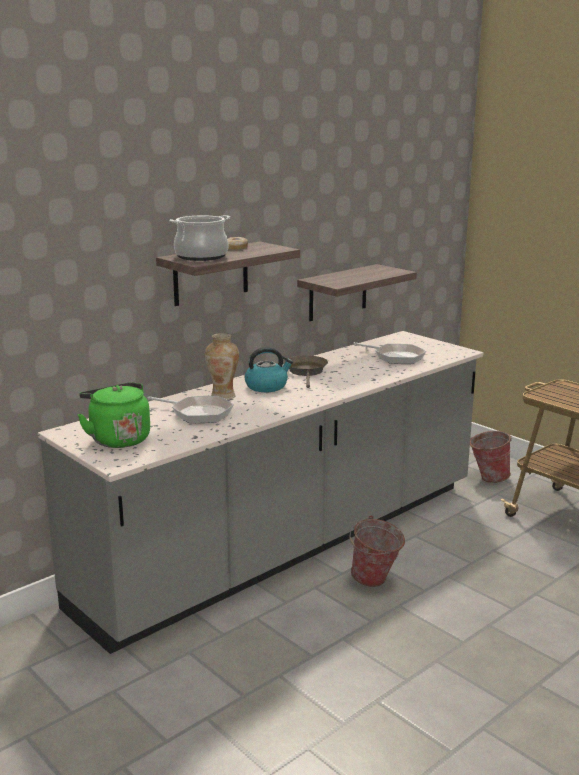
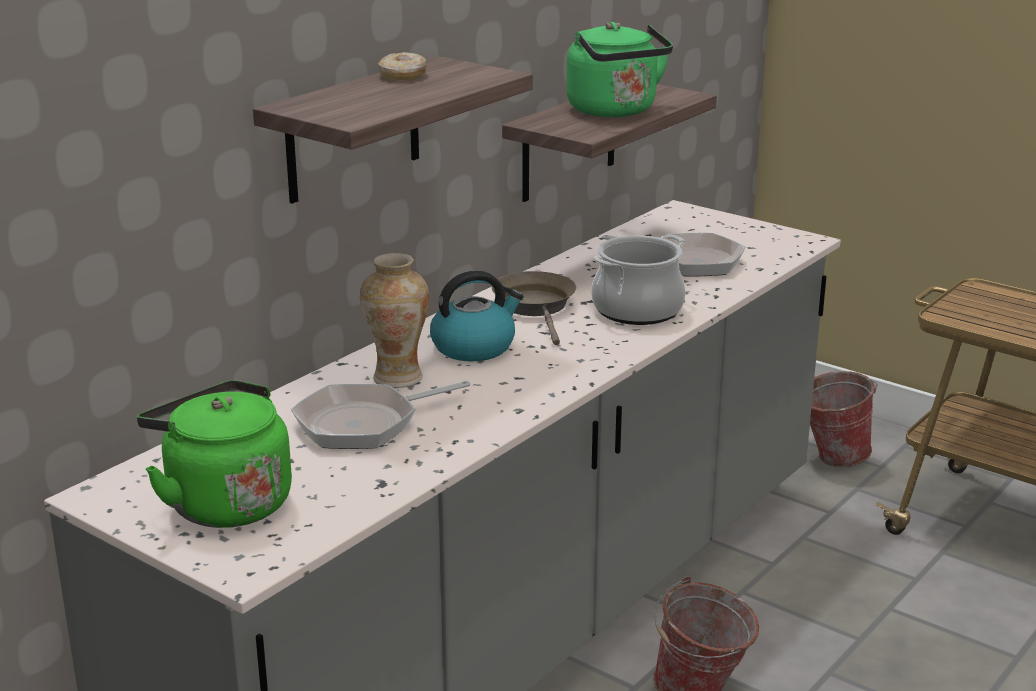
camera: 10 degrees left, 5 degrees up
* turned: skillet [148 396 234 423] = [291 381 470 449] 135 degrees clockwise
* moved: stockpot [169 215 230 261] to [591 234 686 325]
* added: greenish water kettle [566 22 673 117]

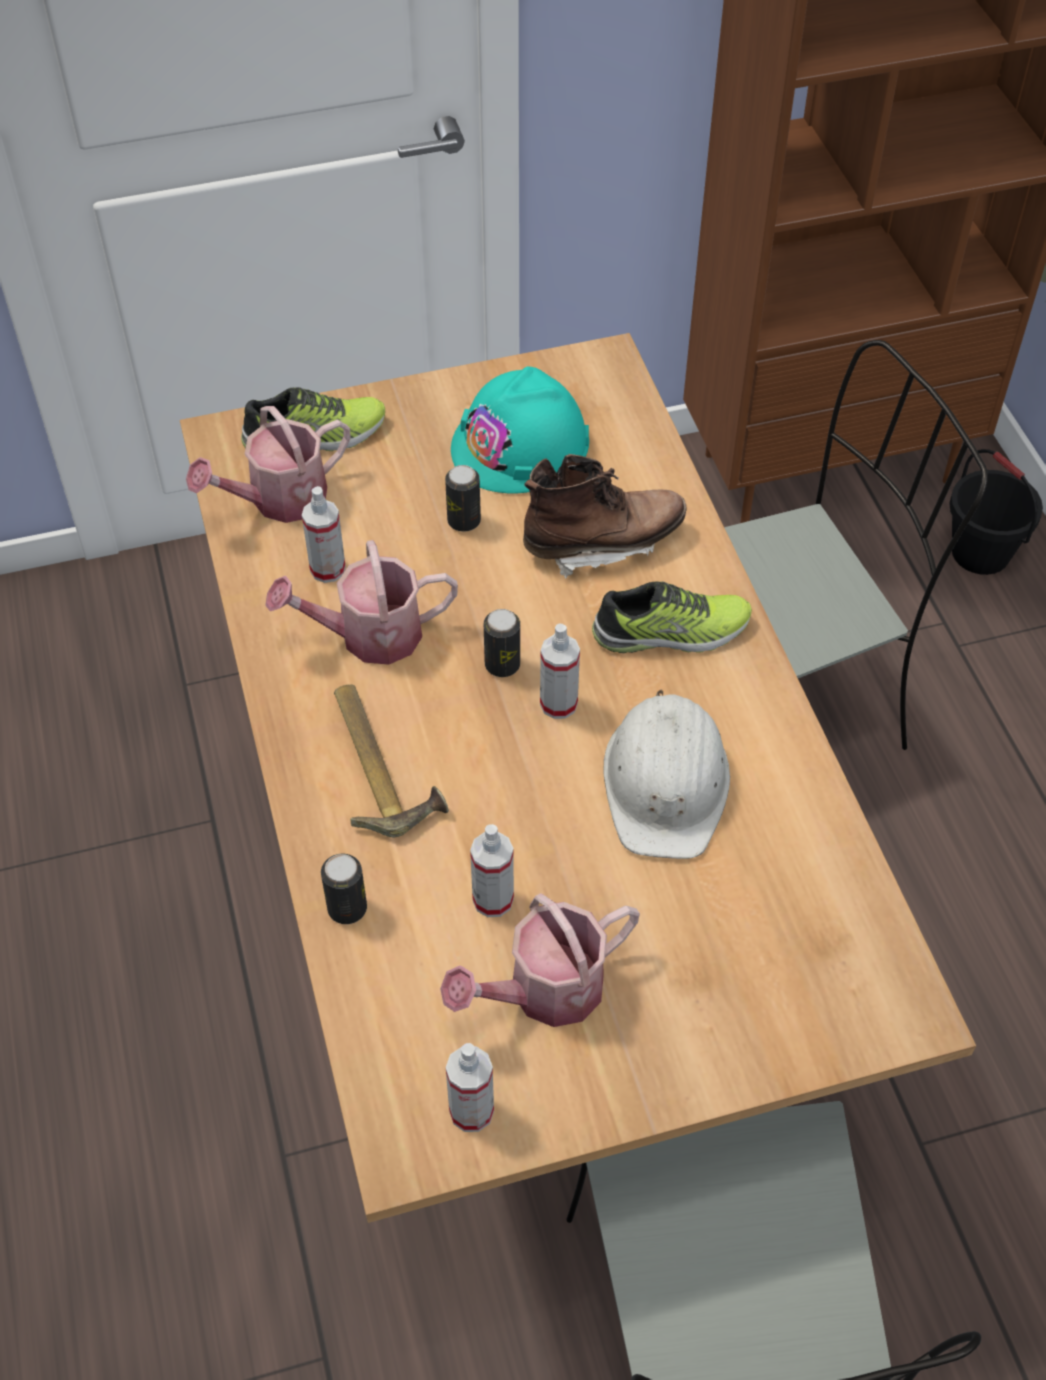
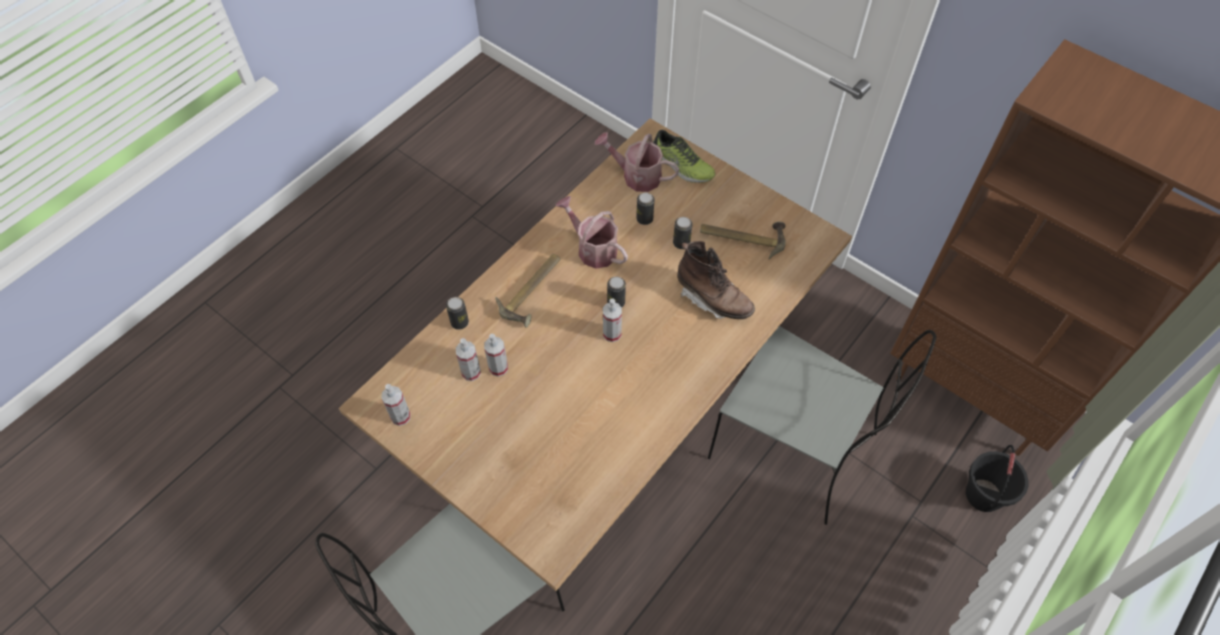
camera: 55 degrees right, 5 degrees up
* moved: sprayer [302 486 346 583] to [455 338 481 381]
* removed: sprinkling can [440 893 640 1027]
* replaced: turquoise-coloured safety helmet [451 366 589 494] to tool hammer [700 222 786 259]
* removed: low shoe [592 582 752 653]
* removed: whitish safety helmet [603 689 730 859]
* added: can [636 192 654 225]

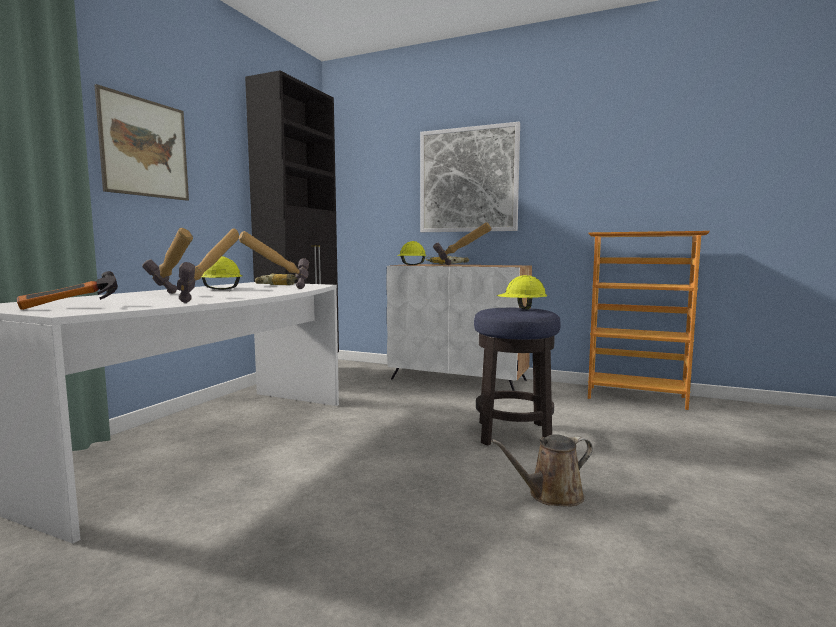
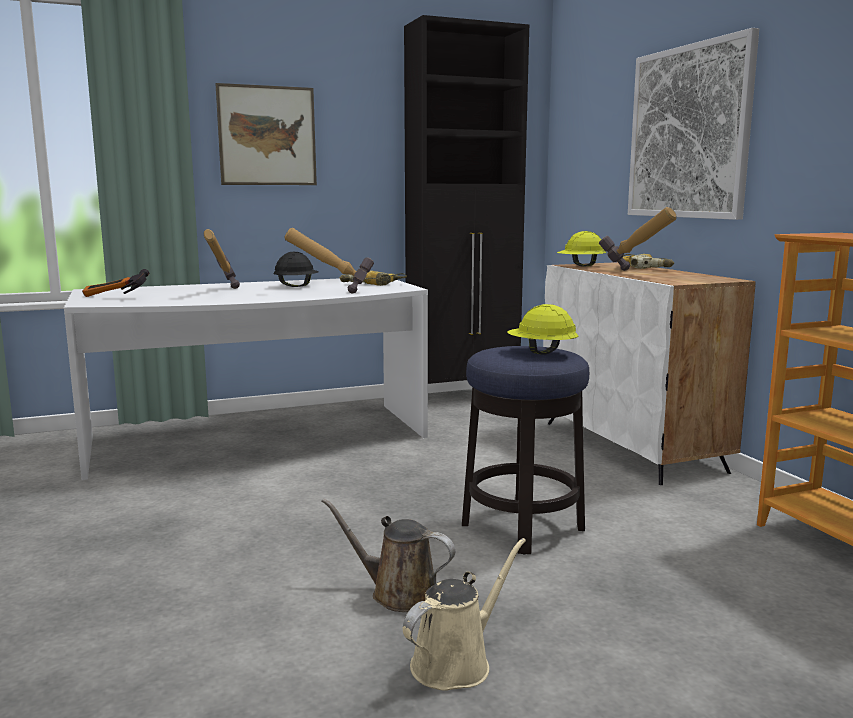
camera: 45 degrees right, 5 degrees up
* removed: tool hammer [177 229 239 303]
* recoloured: yellow-coloured safety helmet [202 256 242 290] to black safety helmet [273 251 319 287]
* added: sand-coloured sprinkling can [403 538 526 691]

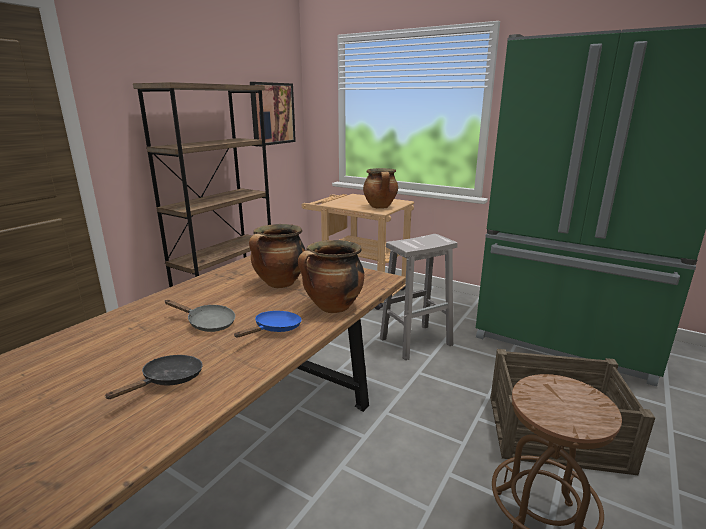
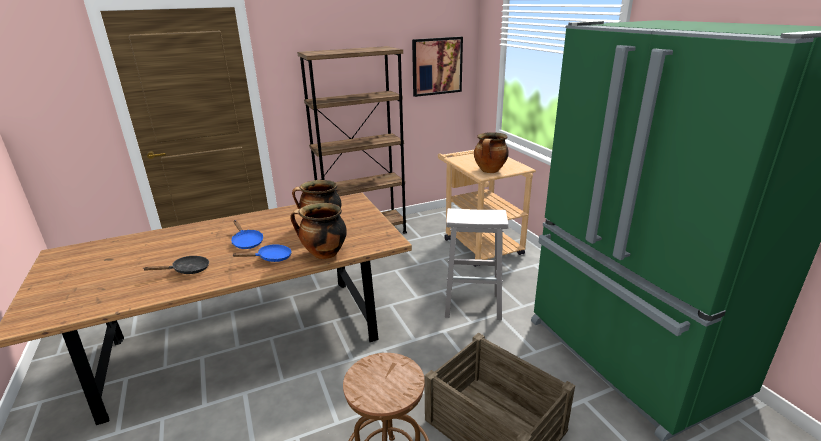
camera: 35 degrees right, 5 degrees up
* recoloured: greyish skillet [165 300 235 332] to bluish skillet [231 220 263 249]

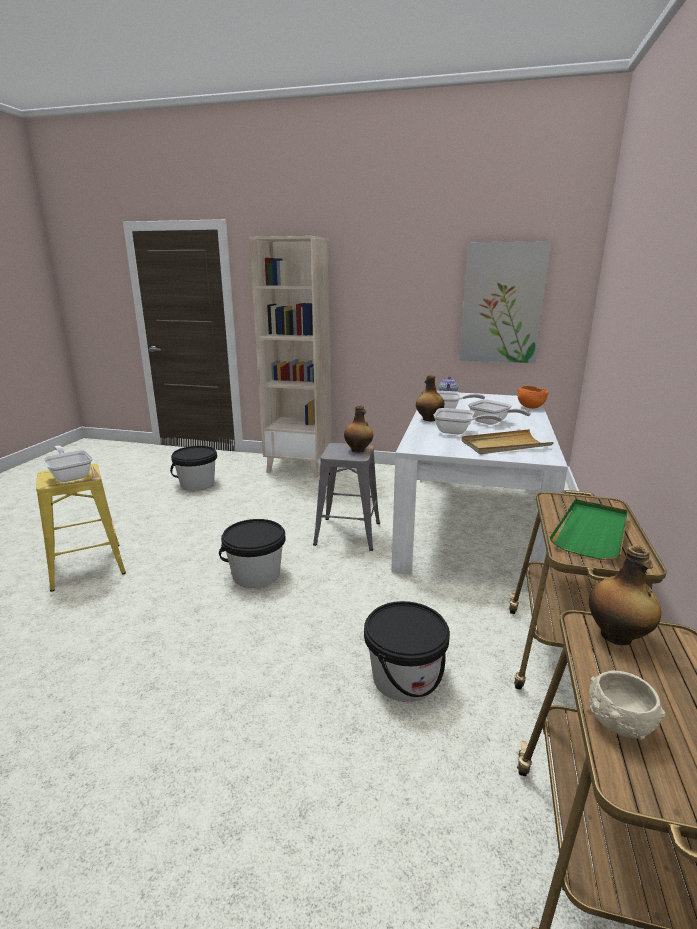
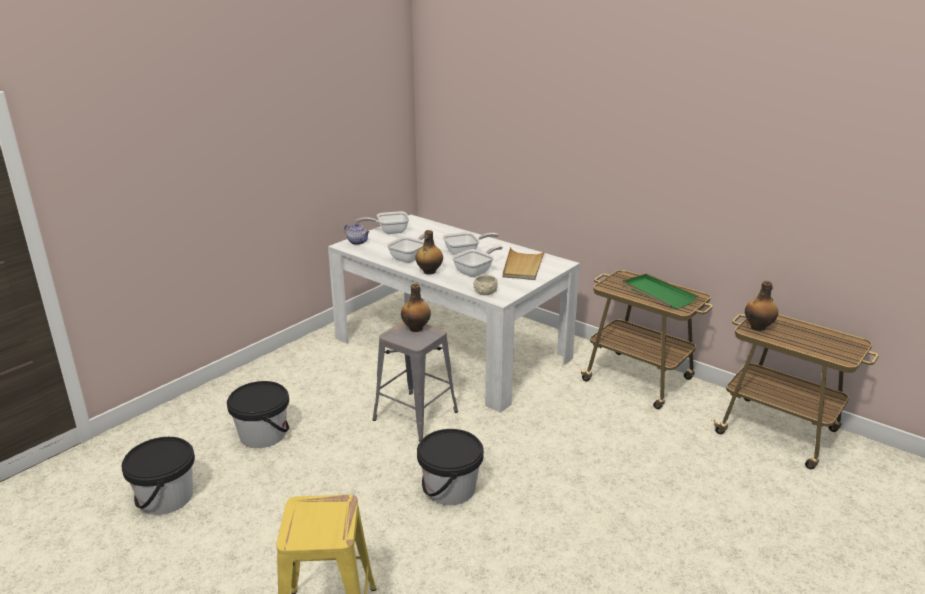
camera: 65 degrees left, 5 degrees up
* moved: skillet [42 445 93 482] to [356 211 409 234]
* removed: sand-coloured bookshelf [249 236 332 478]
* moved: black bucket [364 601 450 702] to [227 381 289 448]
* removed: wall art [459 241 551 363]
* removed: orangey serving bowl [518 386 549 409]
* moved: sand-coloured serving bowl [589 671 665 740] to [473 275 498 295]

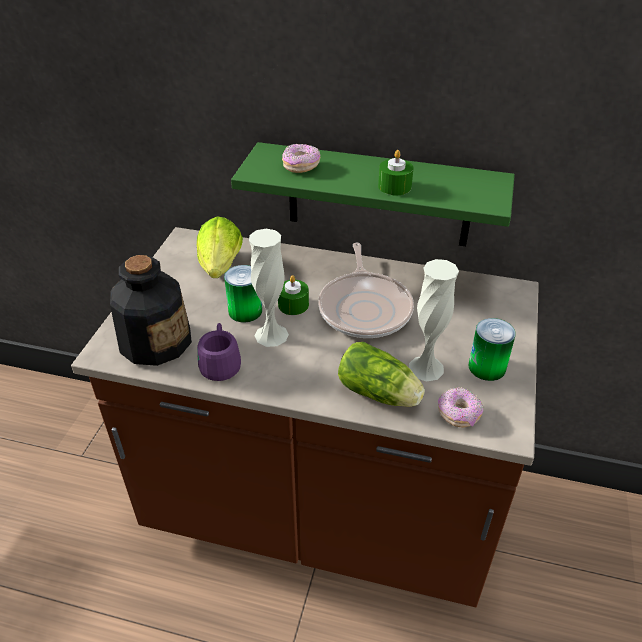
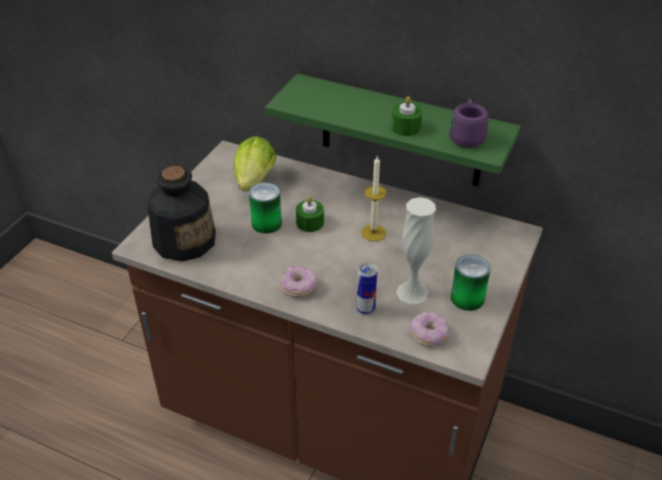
camera: 10 degrees right, 0 degrees up
* moved: purple-coloured coffee mug [197 323 241 381] to [449 99 488 148]
* removed: whitish vase [249 229 289 347]
* moved: ring doughnut [282 144 320 173] to [281 265 317 297]
* replaced: skillet [318 242 414 338] to wax light [361 155 387 241]
* replaced: lettuce [338 342 425 407] to can [356 263 377 315]

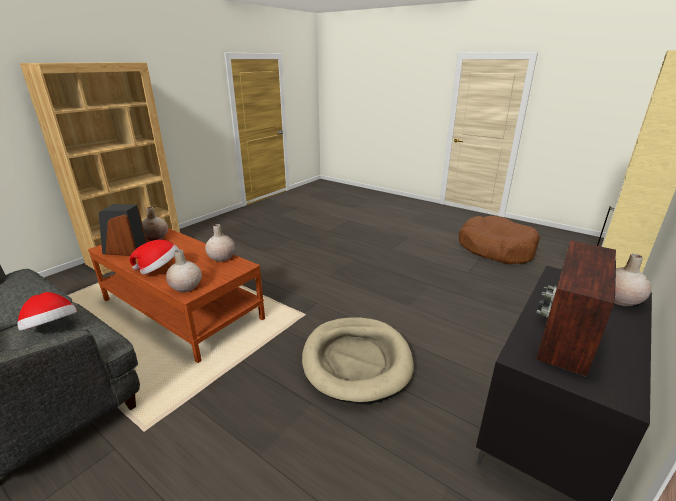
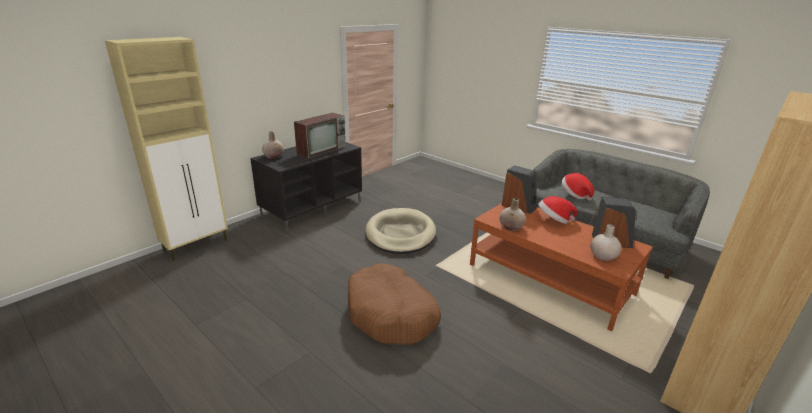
camera: 175 degrees left, 0 degrees up
* replaced: sand-coloured vase [166 249 202 292] to audio speaker [502 165 537 214]
* moved: brownish dog bed [459 216 540 264] to [348 263 441 345]

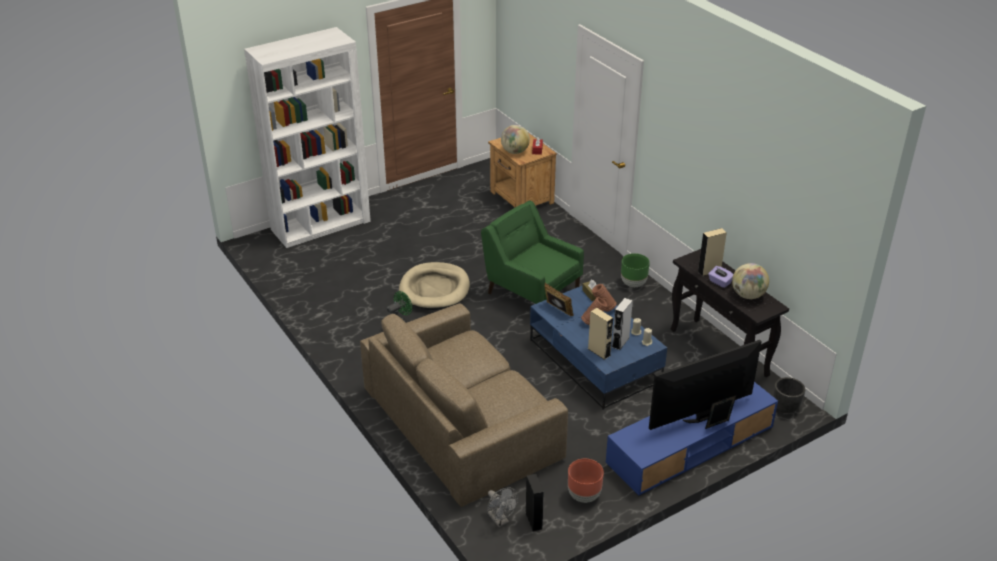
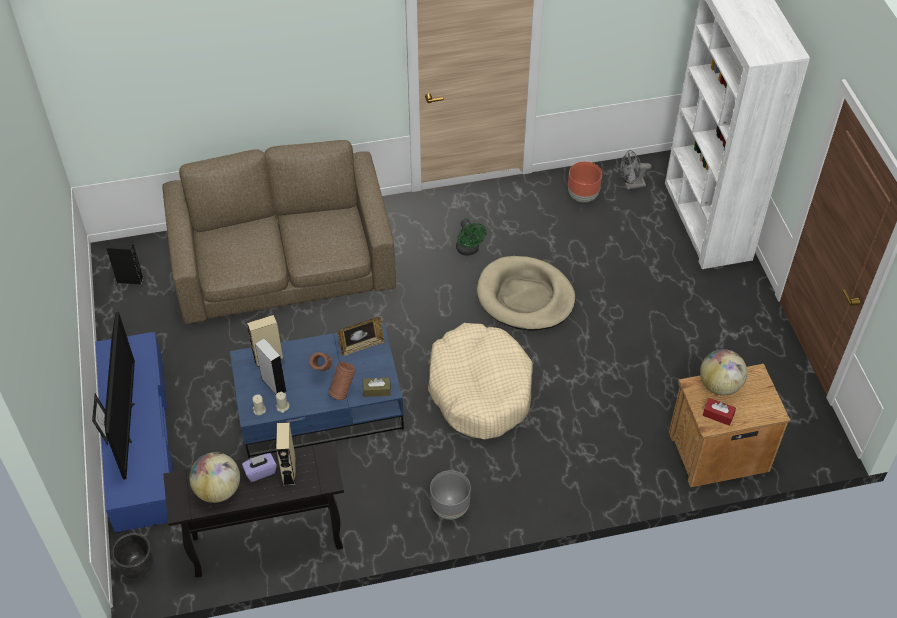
camera: 110 degrees right, 15 degrees up
* replaced: greenish easy chair [481 201 584 304] to sand-coloured dog bed [428 323 533 439]
* moved: greyish fan [487 488 518 527] to [621 150 651 190]
* moved: brownish plant pot [568 459 604 503] to [568 161 602 203]
* recoloured: greenish plant pot [621 253 650 287] to greyish plant pot [430 470 471 520]

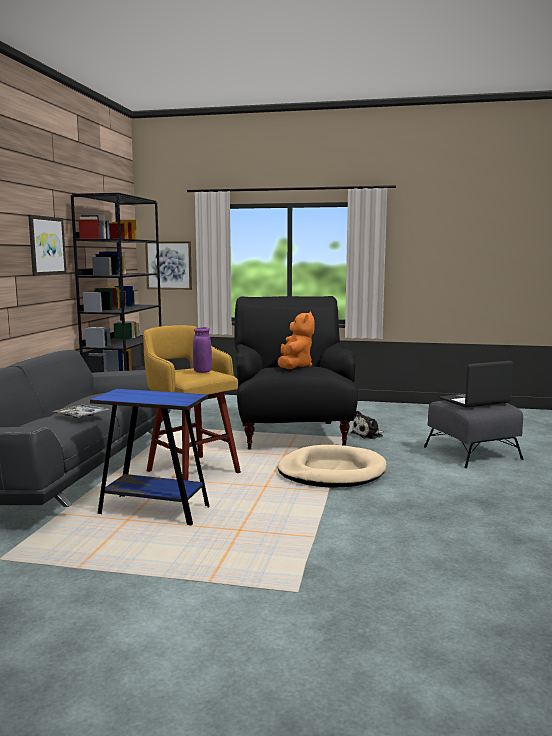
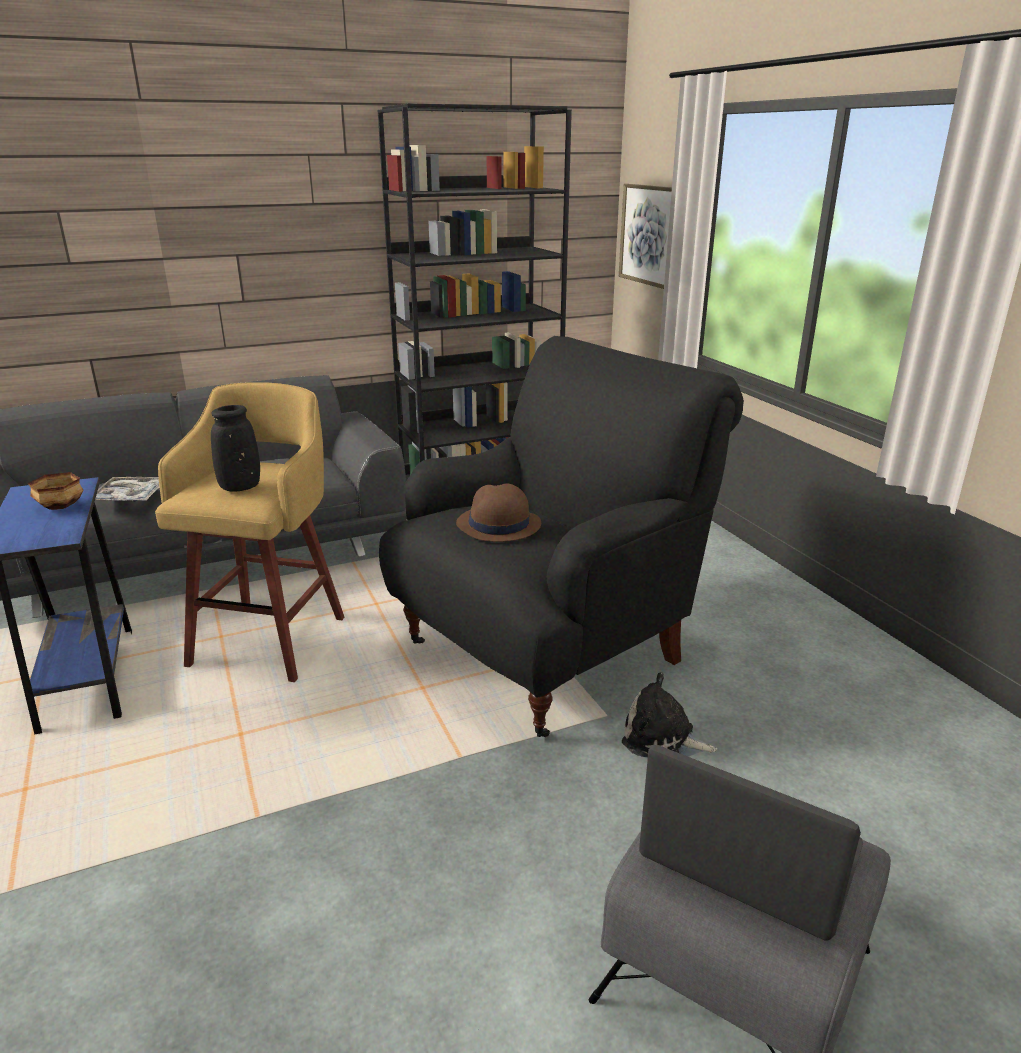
camera: 55 degrees right, 15 degrees up
* removed: wall art [28 215 67 276]
* recoloured: purple-coloured vase [193 327 212 373] to black vase [211 405 260 492]
* replaced: orangey soft toy [278 311 315 369] to brownish clothing hat [456 484 541 542]
* removed: sand-coloured dog bed [278 445 387 487]
* added: serving bowl [28 472 84 510]

